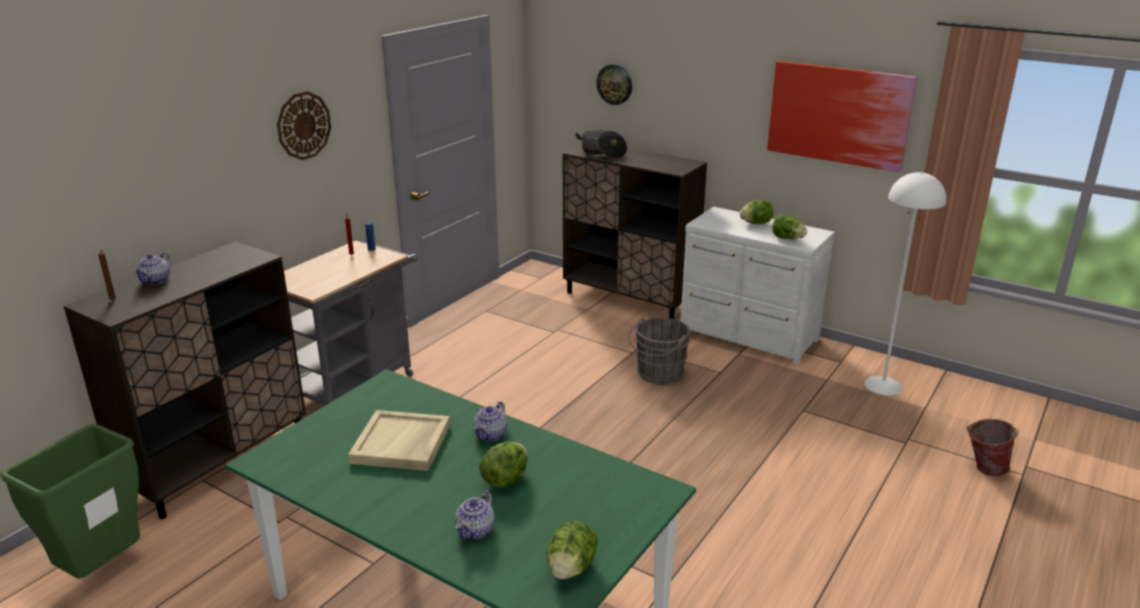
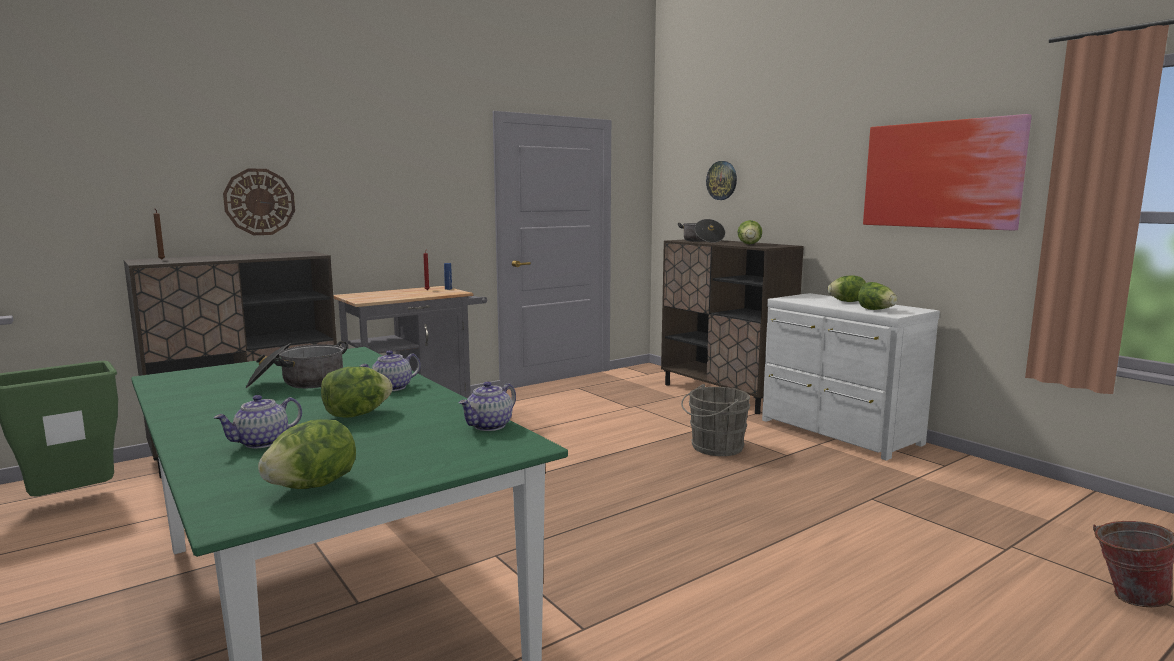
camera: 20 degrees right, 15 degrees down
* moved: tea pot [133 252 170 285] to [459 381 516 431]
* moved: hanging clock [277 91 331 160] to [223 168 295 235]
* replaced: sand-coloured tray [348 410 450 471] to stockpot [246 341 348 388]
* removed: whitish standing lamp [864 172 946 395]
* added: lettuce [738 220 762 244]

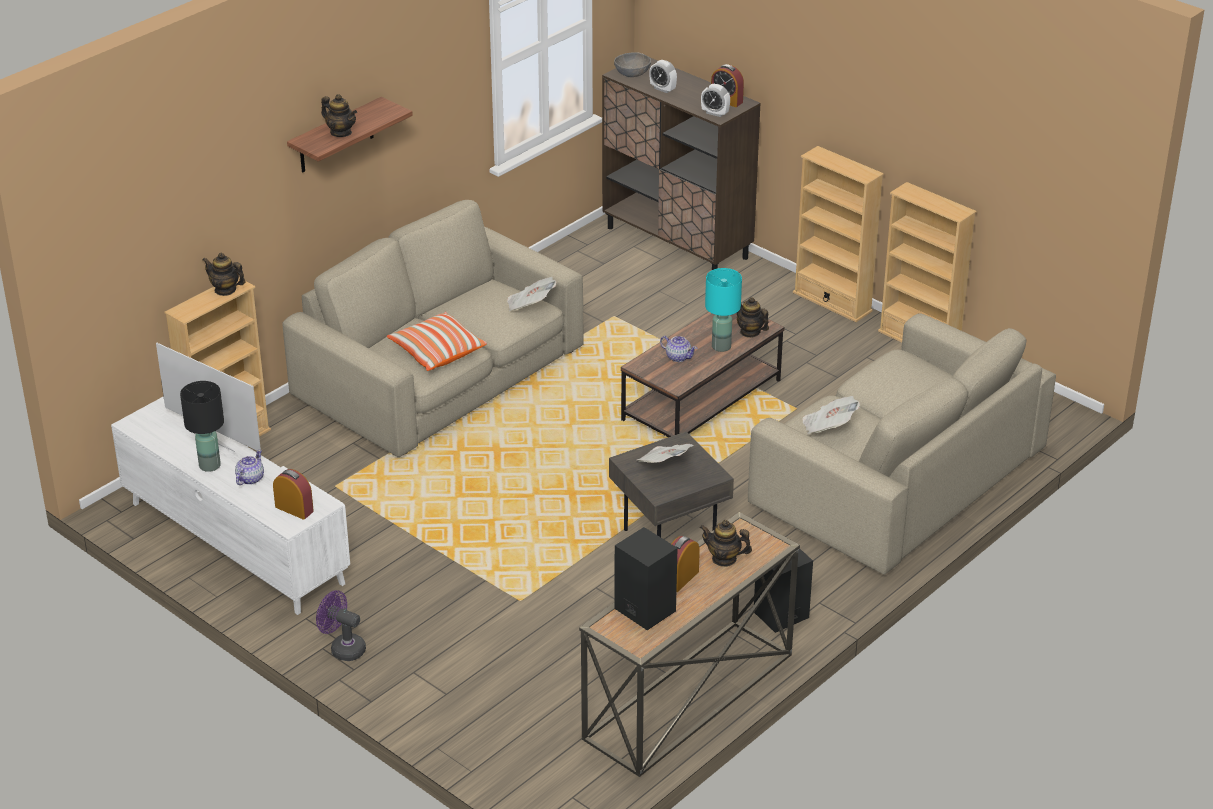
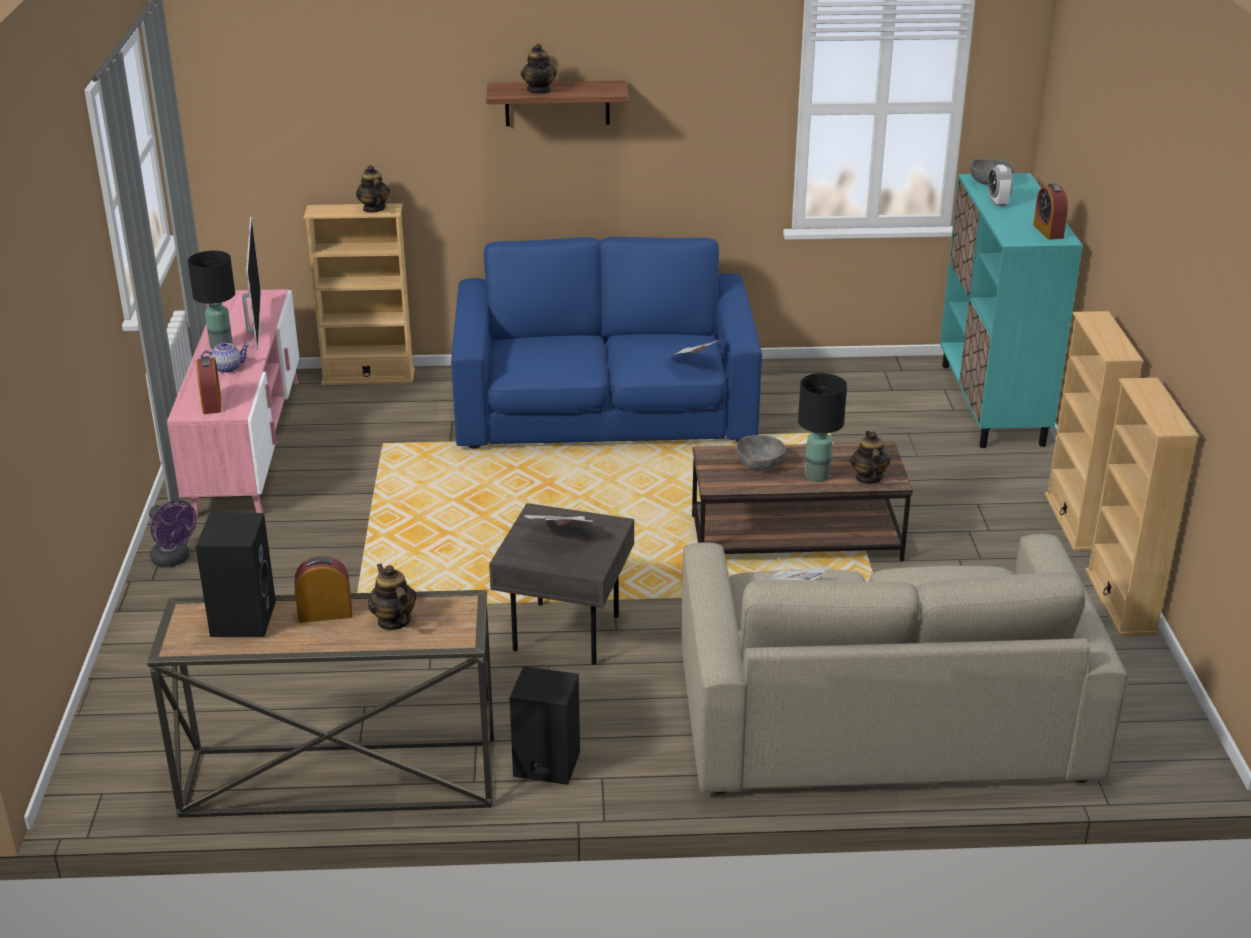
camera: 45 degrees right, 5 degrees down
* recoloured: whitish tv unit [111 396 350 615] to pink tv unit [167 289 299 518]
* recoloured: sand-coloured sofa [283 200 584 457] to bluish sofa [451 237 762 449]
* turned: purple-coloured fan [316 590 366 661] = [149 500 197 567] 150 degrees clockwise
* removed: pillow [387 312 487 371]
* recoloured: brownish cabinet [602 58 761 270] to turquoise-coloured cabinet [940 173 1083 448]
* replaced: tea pot [660 336 697 362] to greyish serving bowl [736 435 786 471]
* removed: bedside clock [701 84 730 117]
* recoloured: turquoise-coloured lamp for a table [705 268 742 352] to black lamp for a table [798 373 847 482]

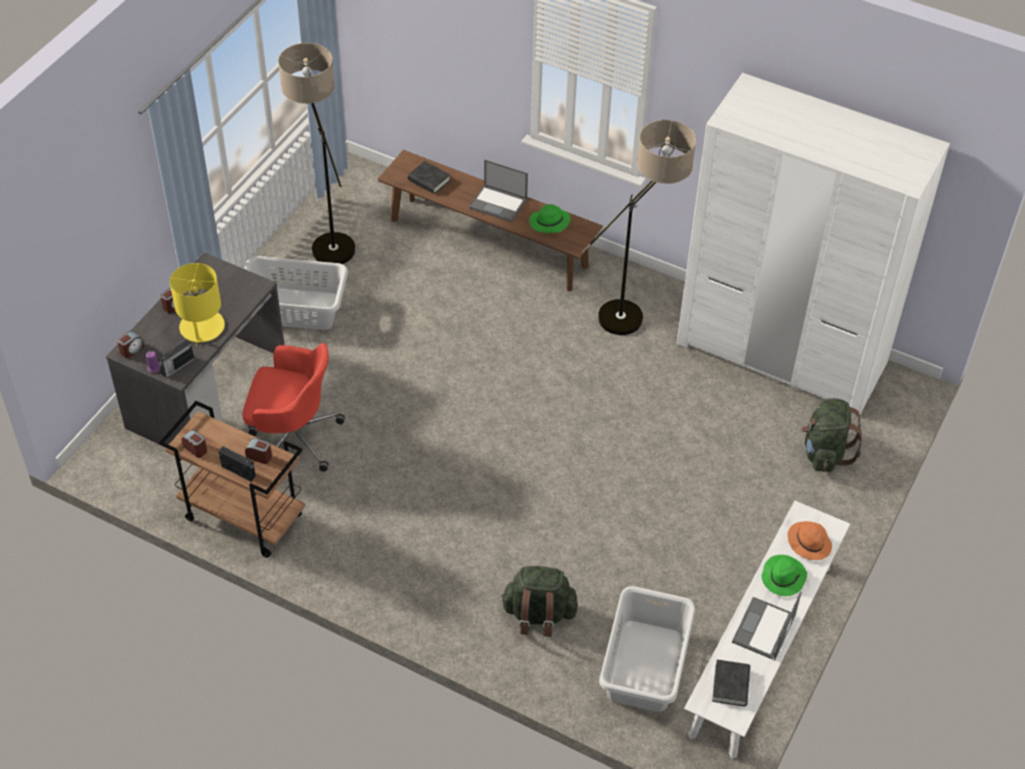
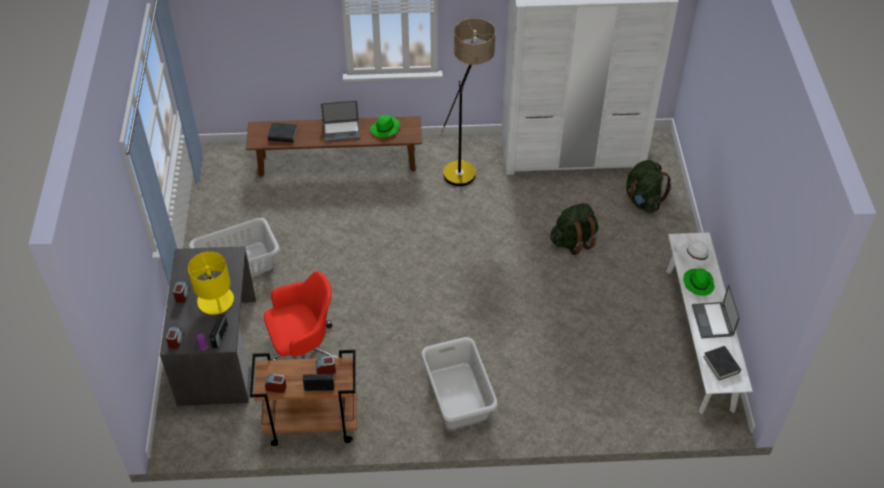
camera: 30 degrees left, 0 degrees up
* removed: standing lamp [278 43 355 264]
* moved: greenish backpack [501 566 578 636] to [550 203 598 255]
* moved: greyish washing basket [599 586 695 712] to [421 337 498 428]
* recoloured: orangey clothing hat [788 521 832 560] to whitish clothing hat [680 240 714 266]

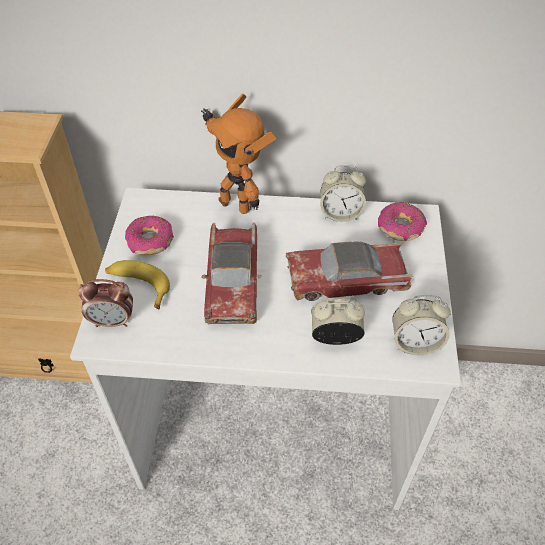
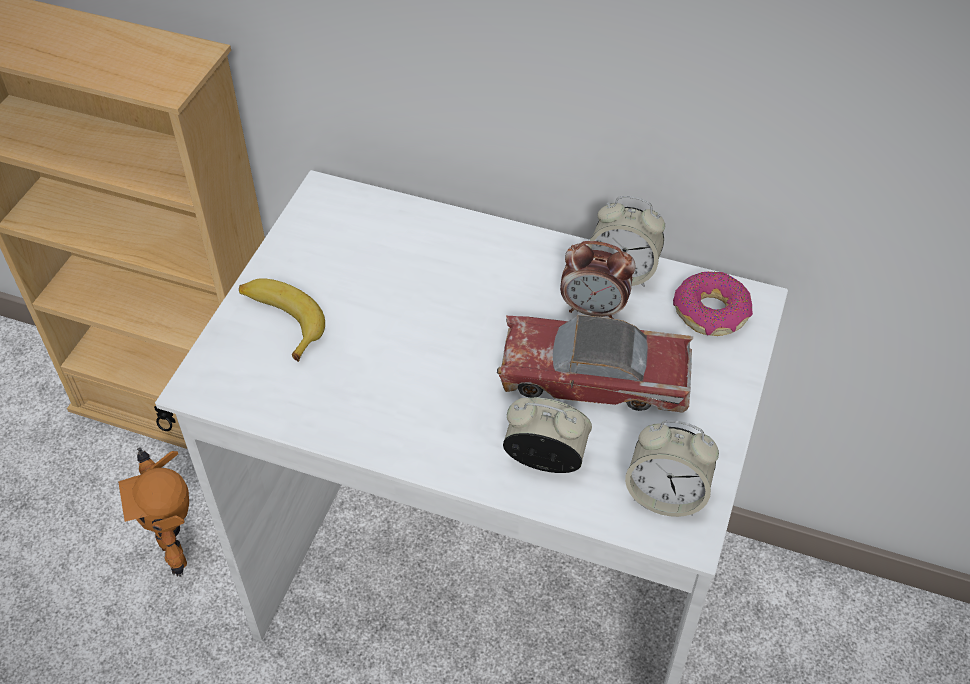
camera: 15 degrees right, 0 degrees up
* moved: bedside clock [78 279 133 327] to [560 241 636 319]
* removed: ring doughnut [125 216 174 255]
* moved: toy robot [201 94 276 214] to [118 447 189 577]
* removed: miniature car [201 223 261 324]

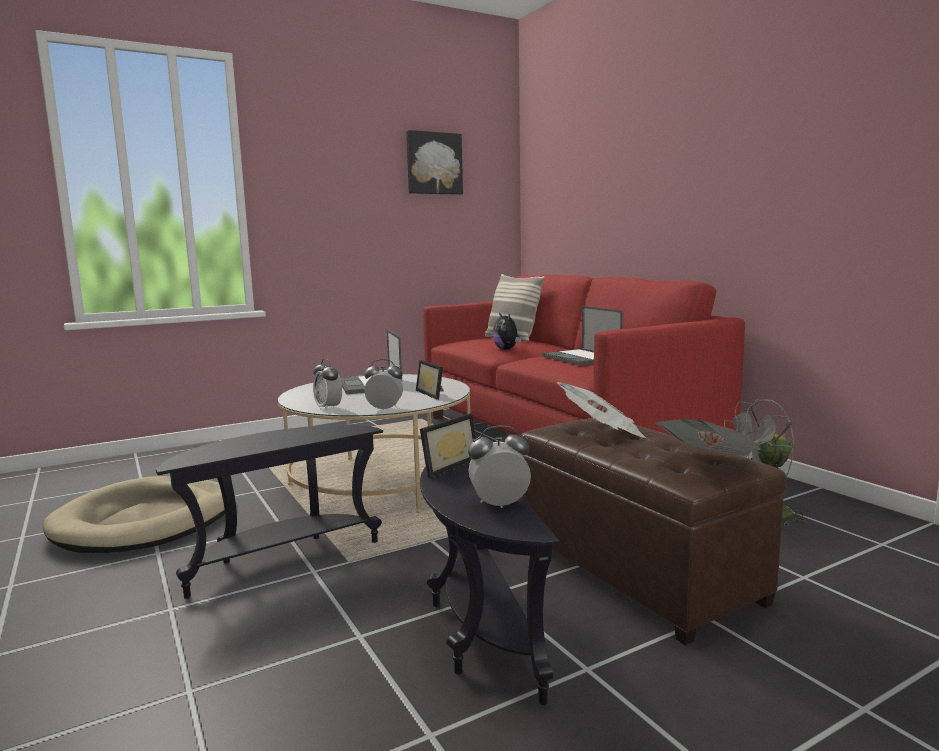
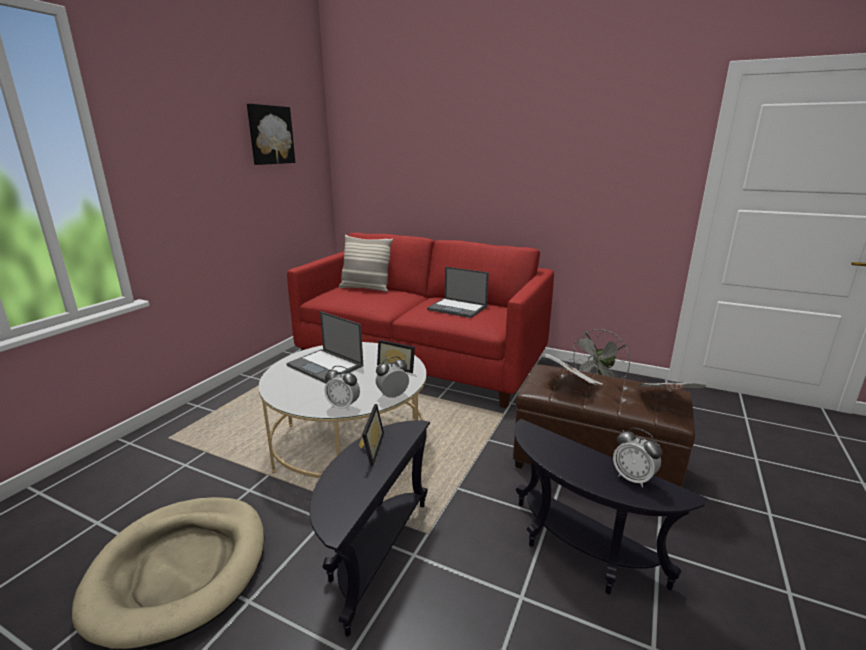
camera: 35 degrees left, 10 degrees up
* moved: standing frame [420 413 476 478] to [359 404 384 466]
* turned: bedside clock [468 426 531 508] = [613 428 662 488] 90 degrees counterclockwise
* removed: soft toy [493 312 521 350]

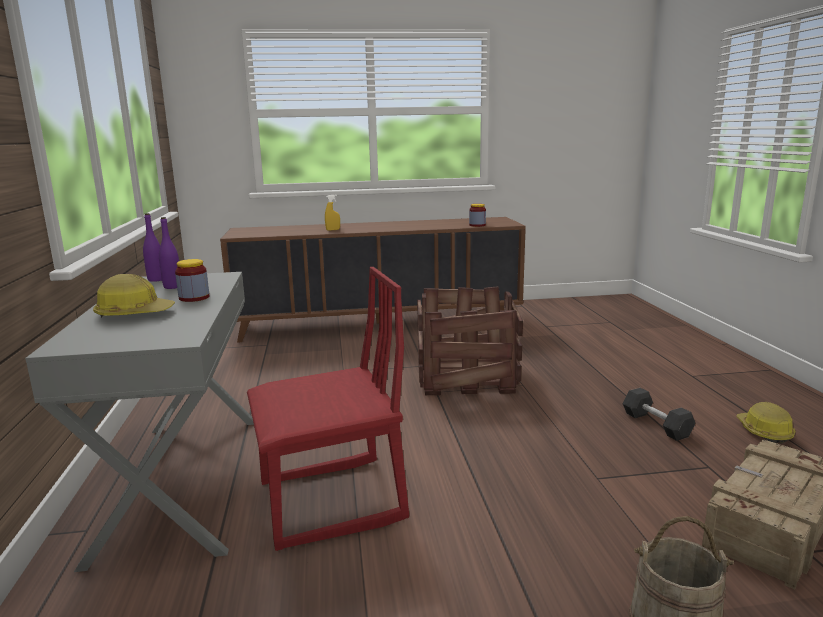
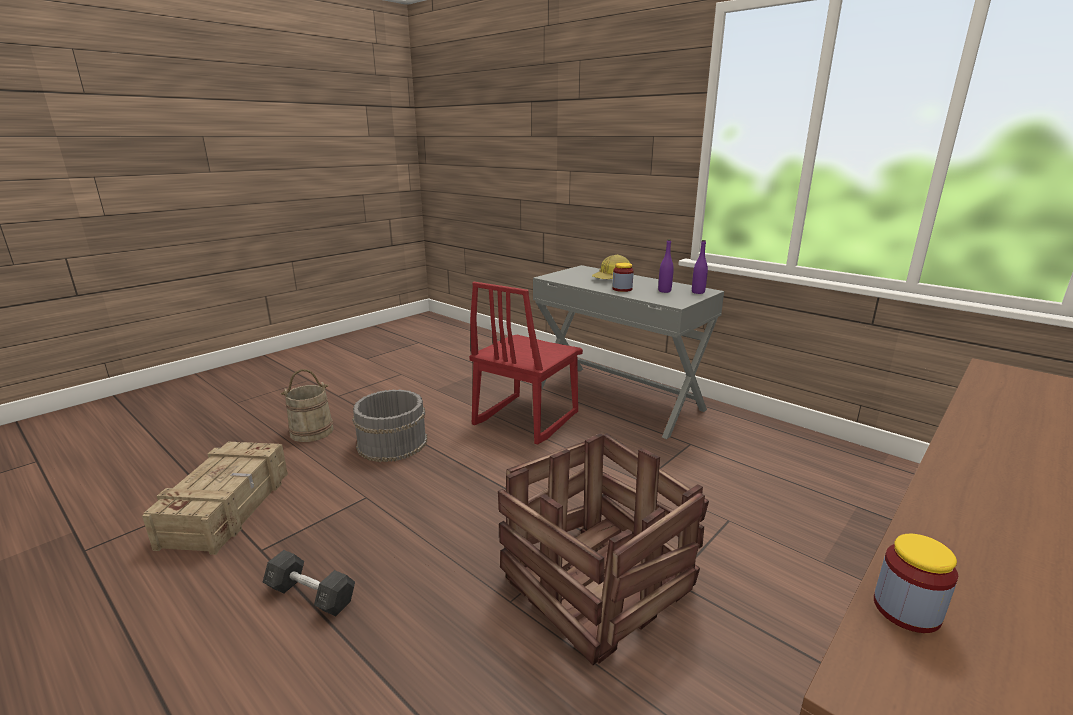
camera: 140 degrees right, 5 degrees up
* removed: yellow-coloured sprayer [325 195 340 231]
* removed: safety helmet [736 402 796 444]
* added: greyish bucket [352 389 427 462]

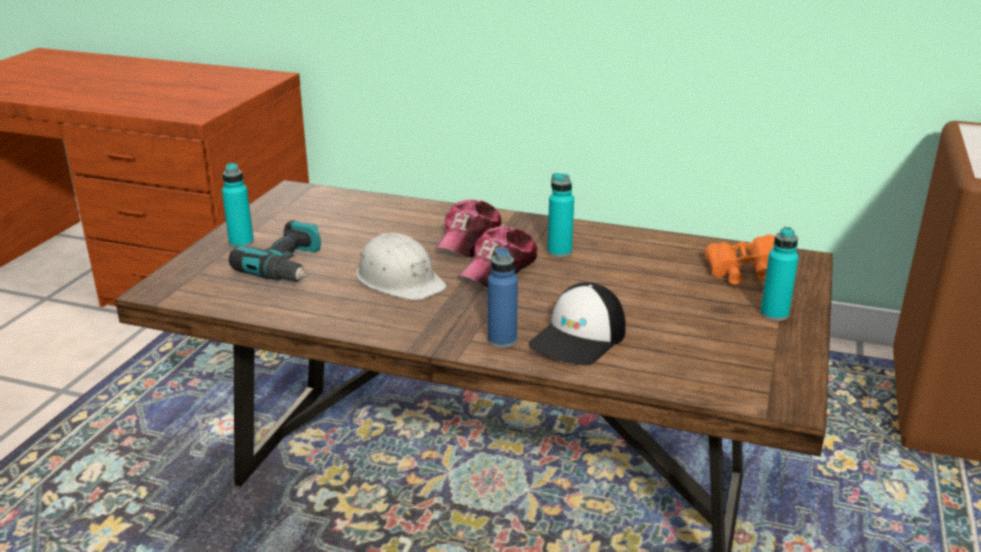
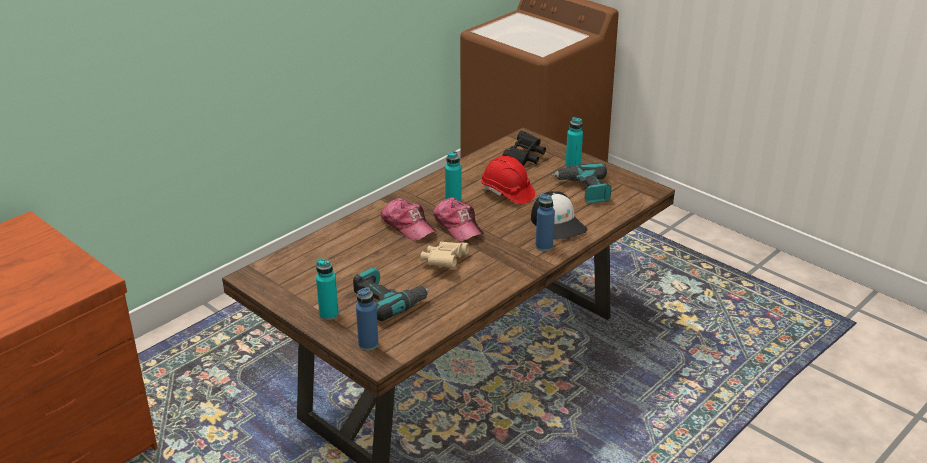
camera: 65 degrees left, 5 degrees up
* replaced: whitish safety helmet [356 233 447 301] to sand-coloured field glasses [420 241 469 268]
* recoloured: orangey field glasses [705 235 775 285] to black field glasses [503 131 546 166]
* added: bluish beverage bottle [356 287 378 351]
* added: reddish safety helmet [481 156 535 204]
* added: electric drill [552 163 611 203]

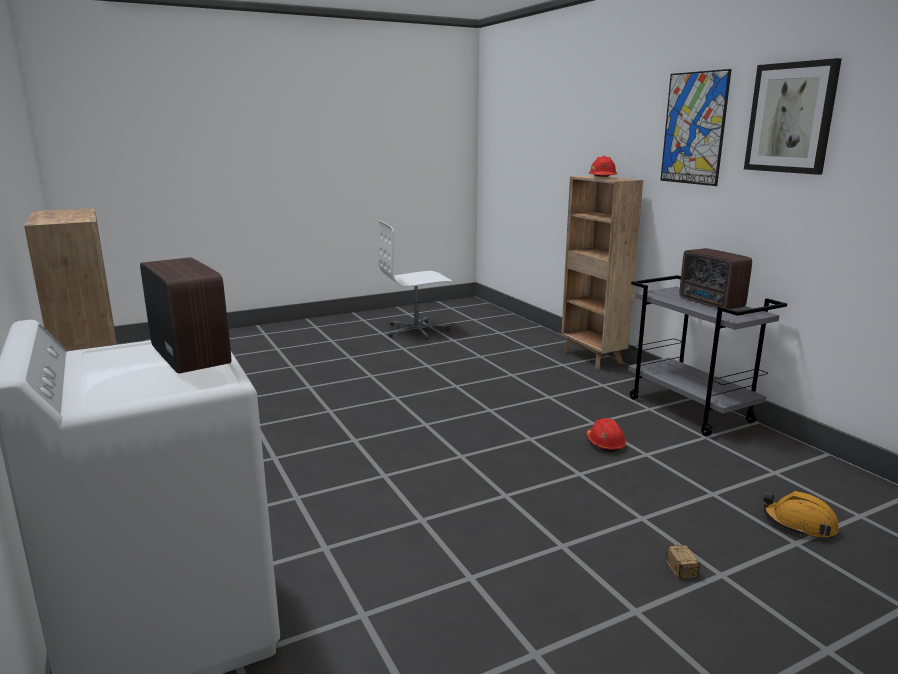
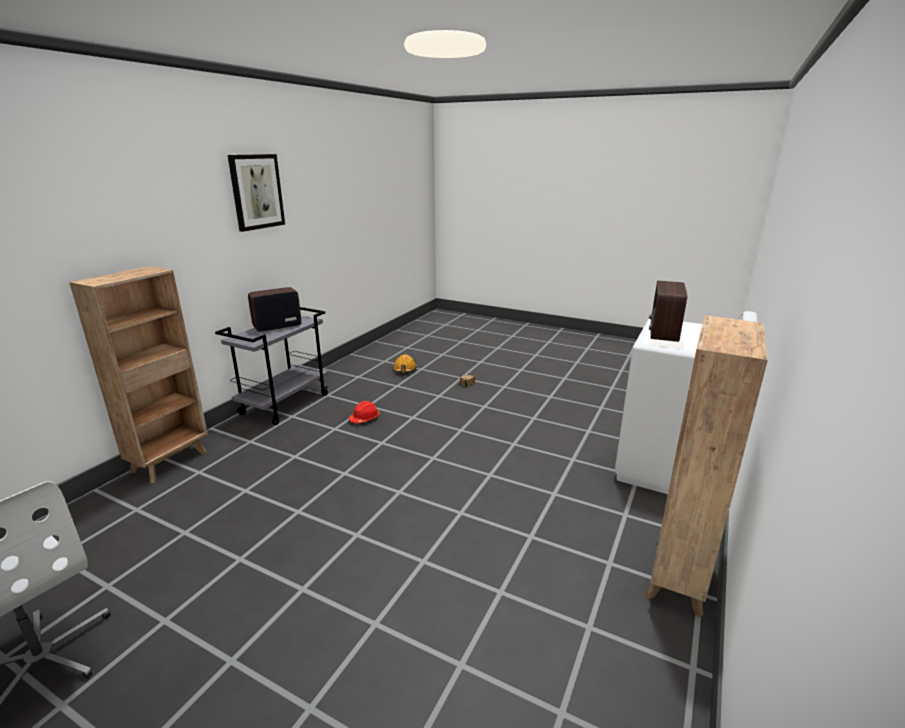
camera: 125 degrees left, 5 degrees up
* removed: reddish safety helmet [589 156 618 177]
* removed: wall art [660 69 731 186]
* turned: radio receiver [679 248 752 309] = [248 287 301 332] 150 degrees counterclockwise

